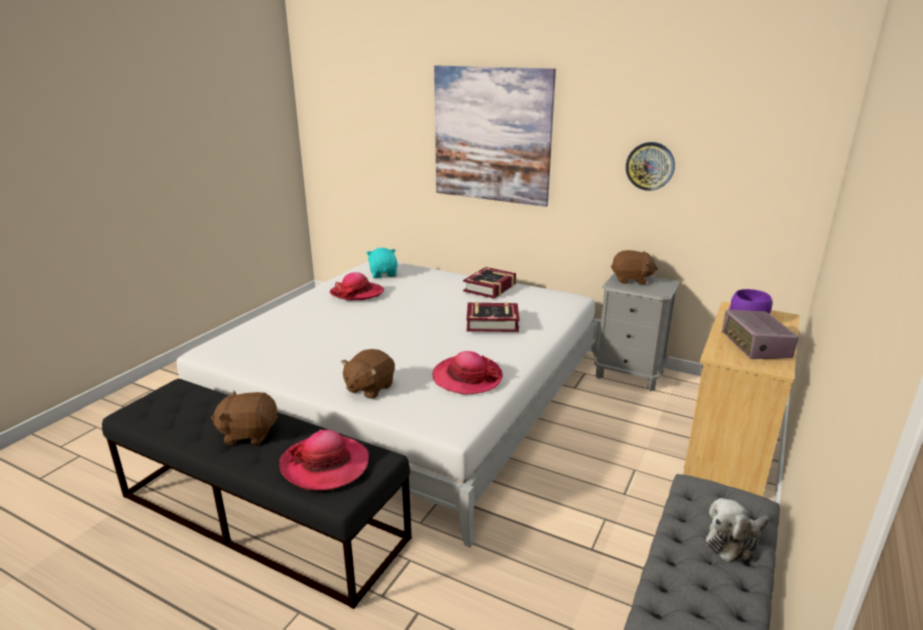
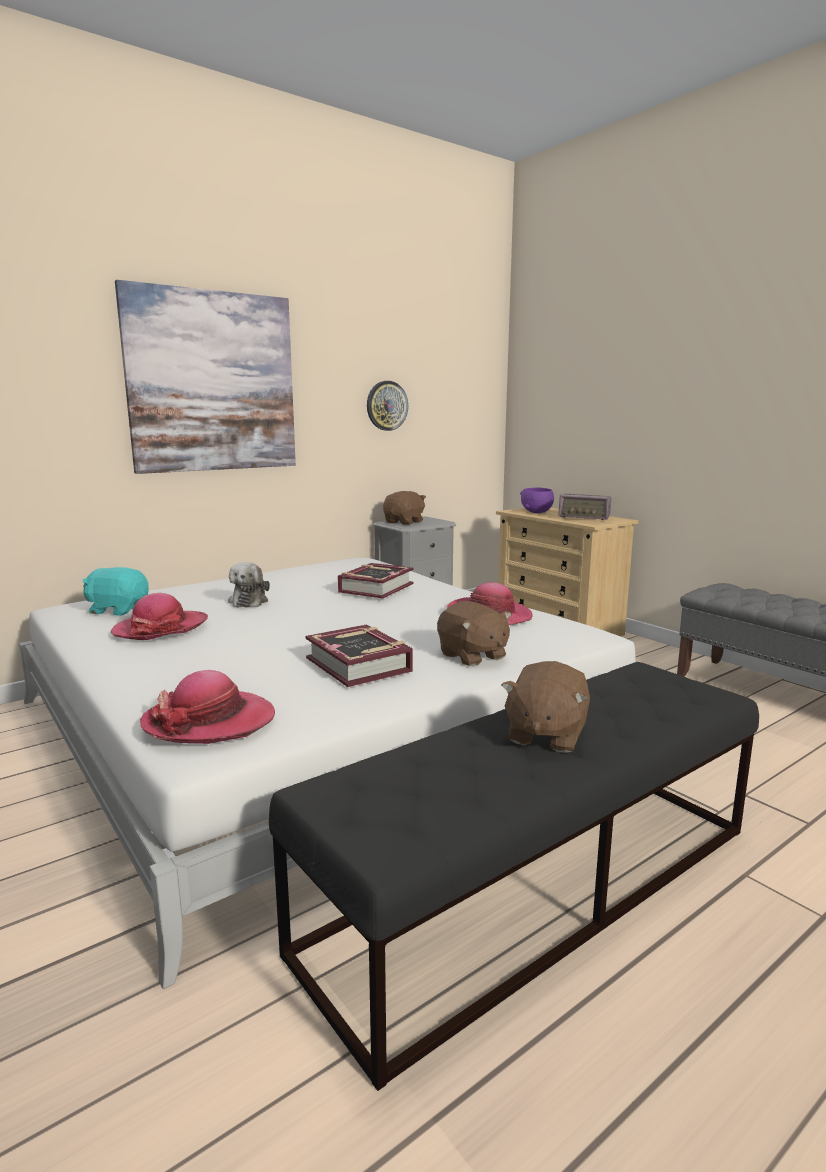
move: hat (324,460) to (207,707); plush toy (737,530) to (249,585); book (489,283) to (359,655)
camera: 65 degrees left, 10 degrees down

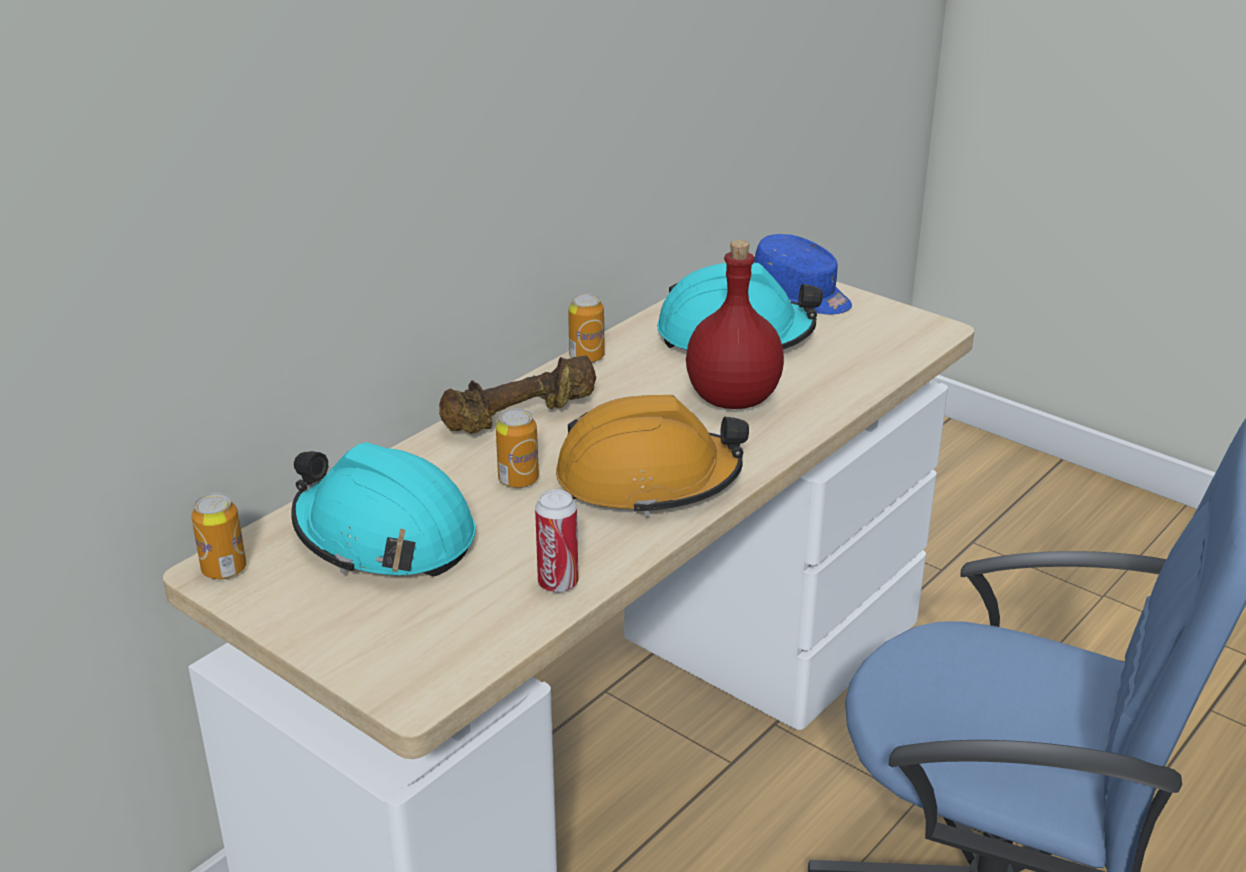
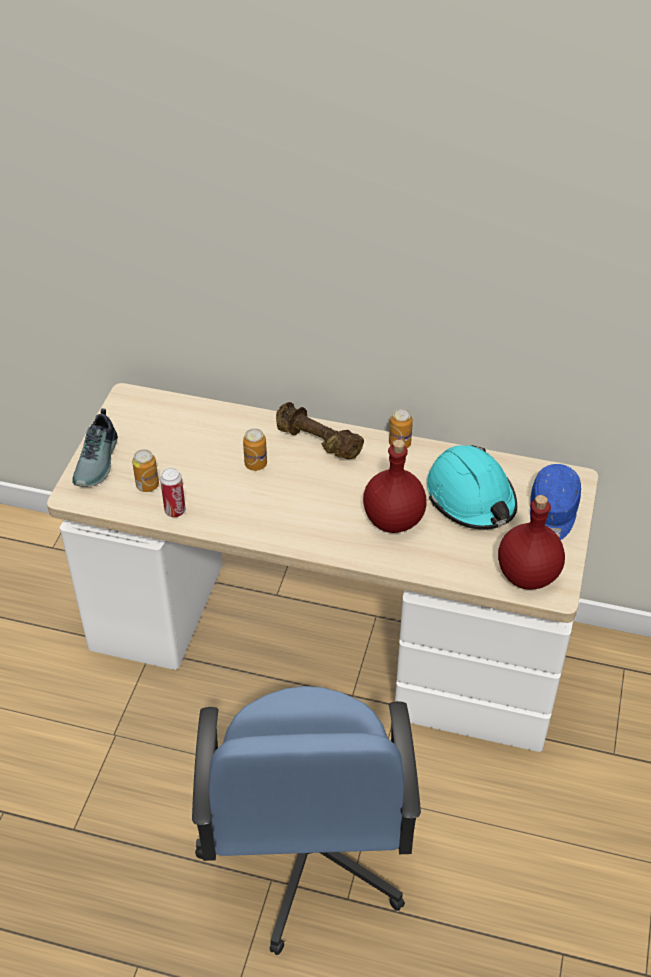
delete: hard hat (turquoise) (383,509); hard hat (orange) (652,456)
insert: shoe (95,447); bottle (red) (531,542)
move: can (218,536) to (145,470)
camera: 65 degrees right, 15 degrees up

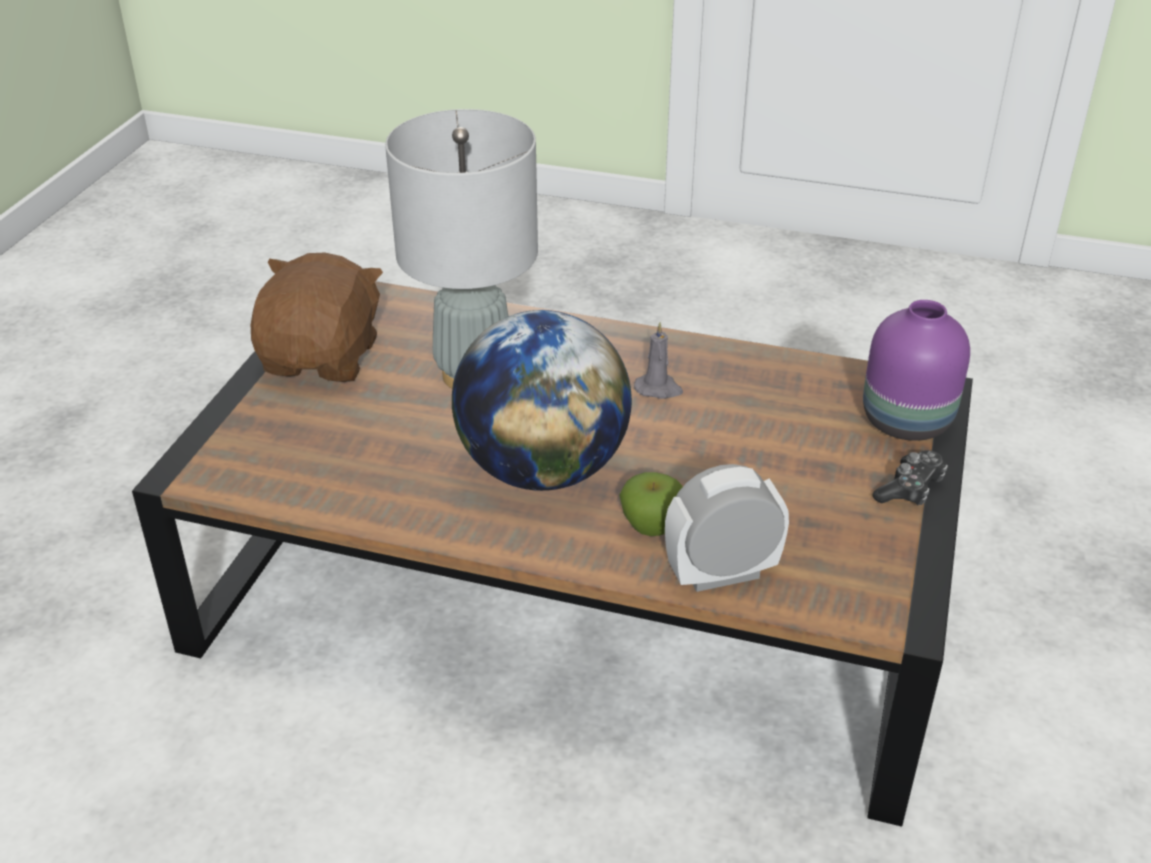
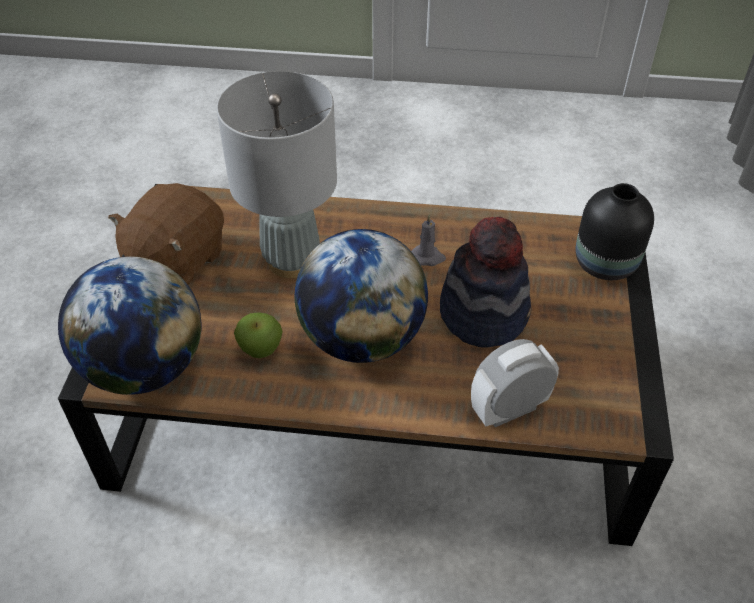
delete: game controller (910,477)
insert: globe (130,325); hat (485,282)
move: apple (651,504) to (258,335)
recolor: vase (purple) (916,370) to vase (black) (614,231)
rotate: plush toy (brown) (317,317) = (166,234) 150 degrees counterclockwise
camera: 10 degrees left, 10 degrees up

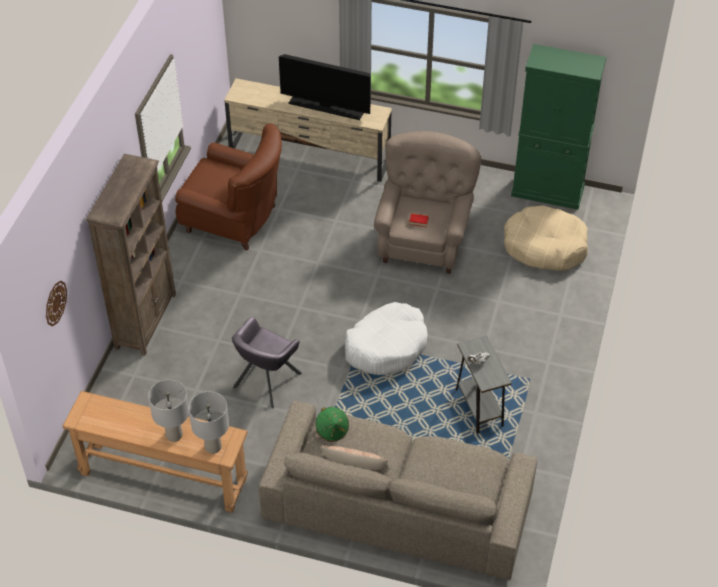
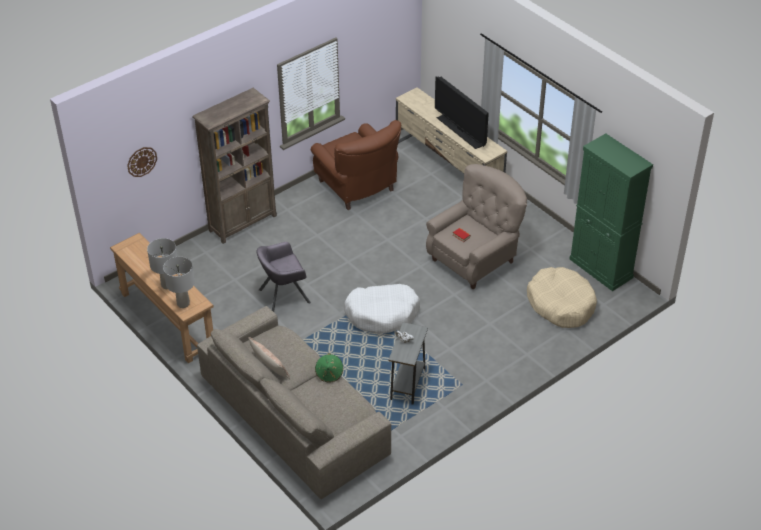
move: hat (green) (332,424) to (329,368)
camera: 35 degrees right, 5 degrees down

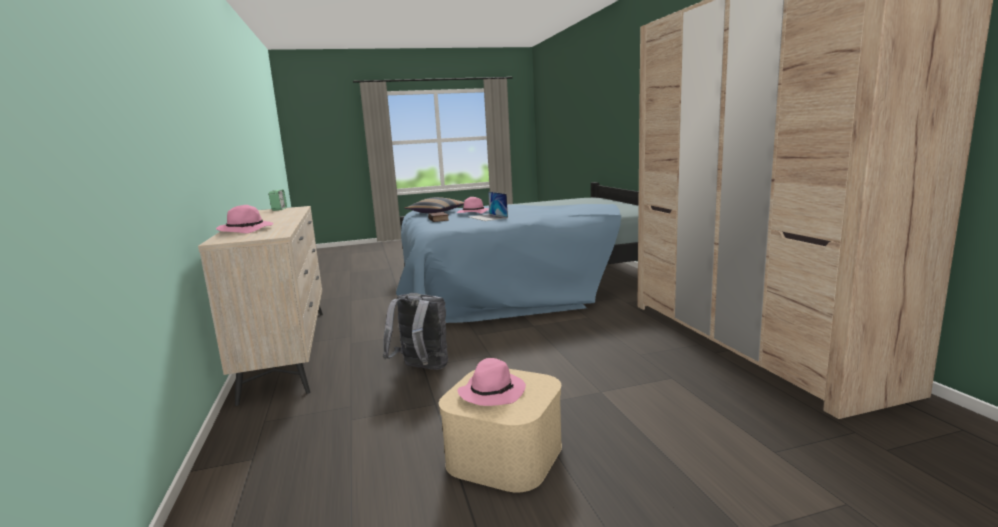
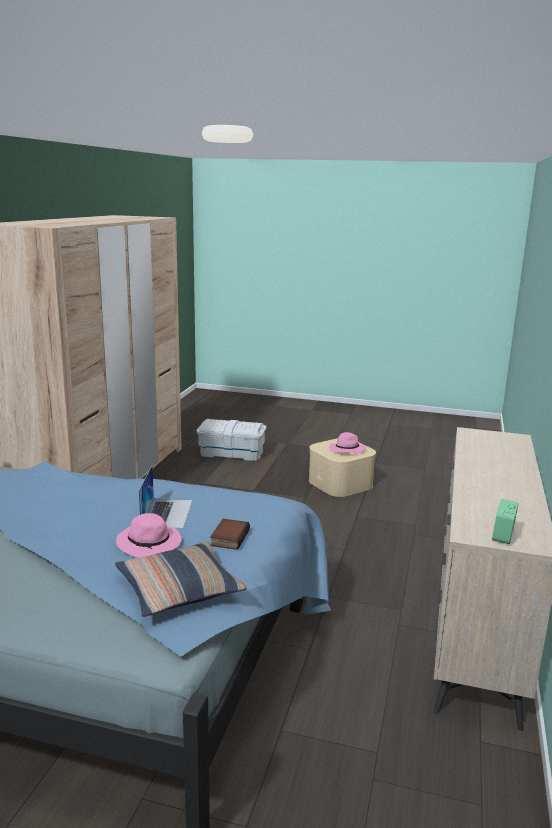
delete: hat (pink) (244,219); backpack (grey) (415,331)
insert: storage box (white) (231,440)
camera: 150 degrees left, 5 degrees up

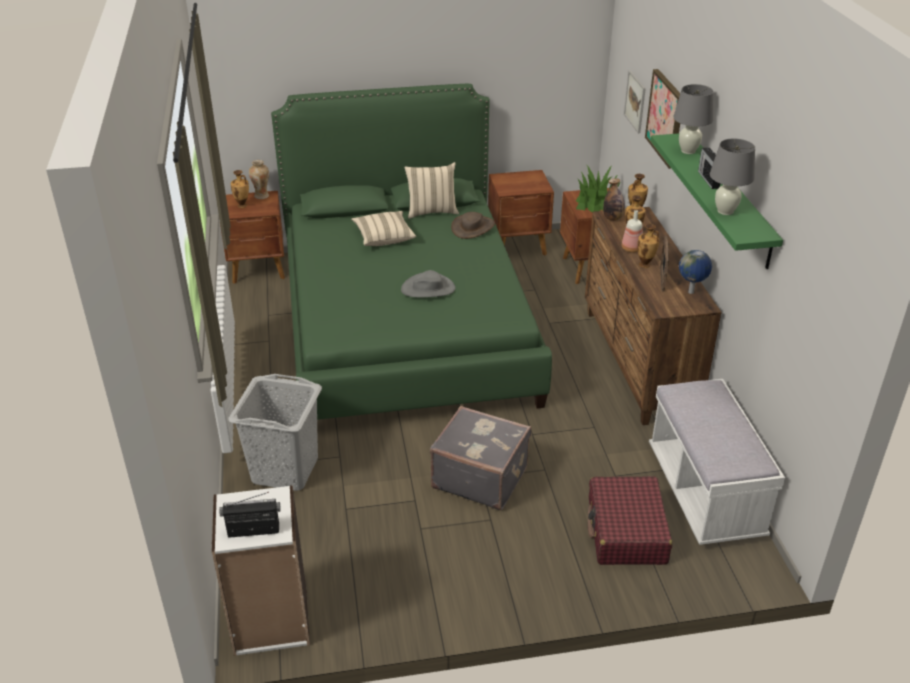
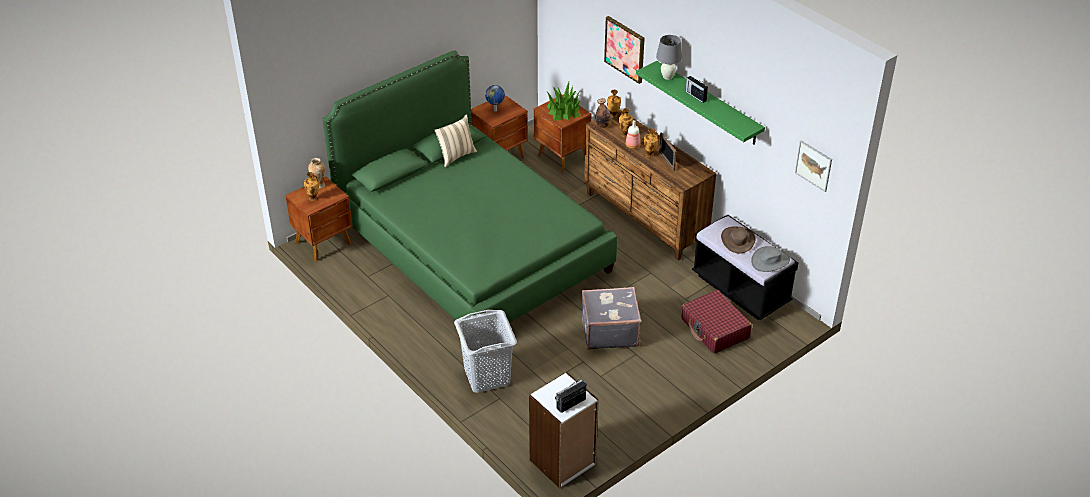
delete: pillow (beige) (383,228); table lamp (grey) (732,177)
move: globe (695,272) to (495,98); hat (brown) (473,225) to (738,240); hat (grey) (428,284) to (770,259); picture (635,102) to (813,166)
recolor: bench (white) (717,462) to bench (black) (745,267)
camera: 30 degrees left, 5 degrees up

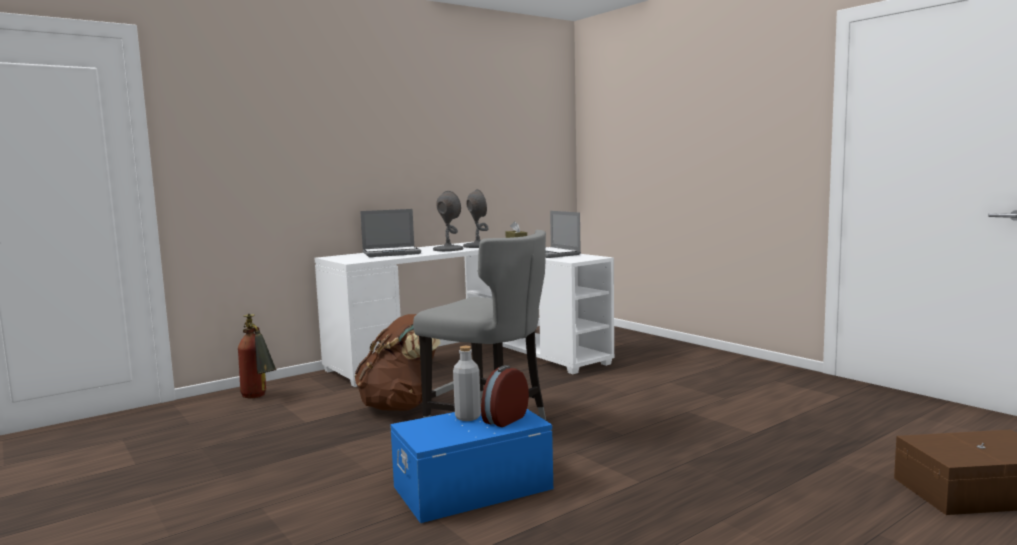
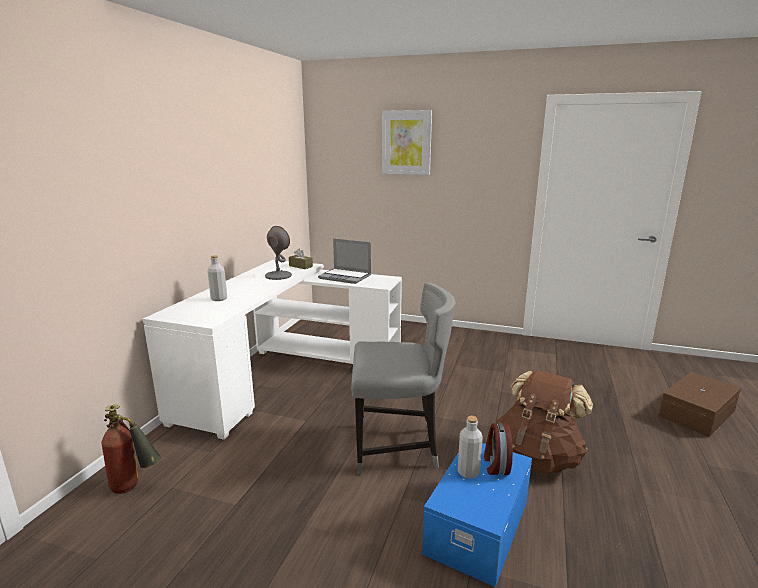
delete: table lamp (grey) (448,221)
insert: picture (407,142)
move: backpack (brown) (397,362) to (545,422)
replace: laptop (390,233) to bottle (grey) (217,278)
camera: 35 degrees left, 10 degrees up

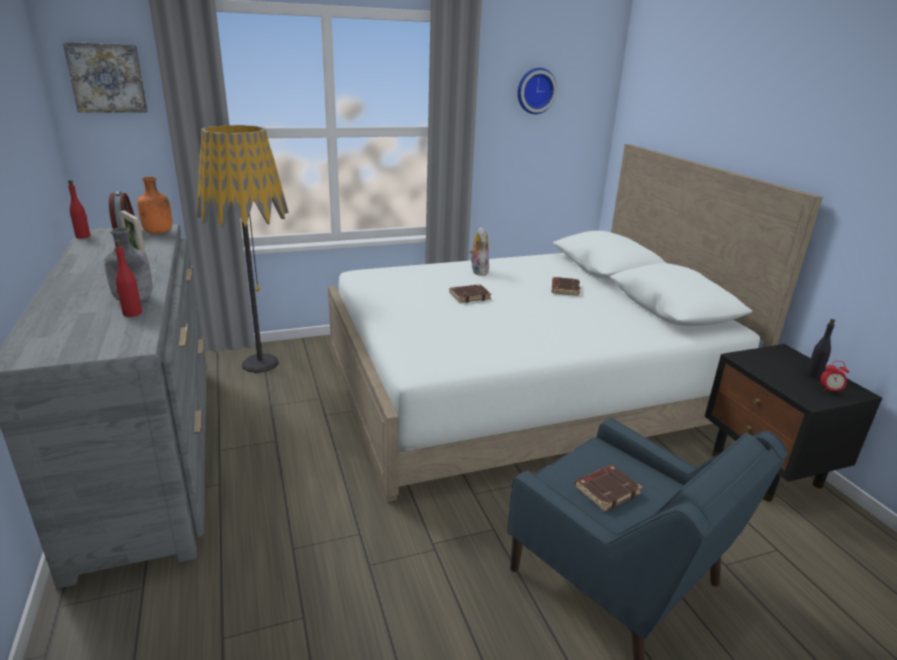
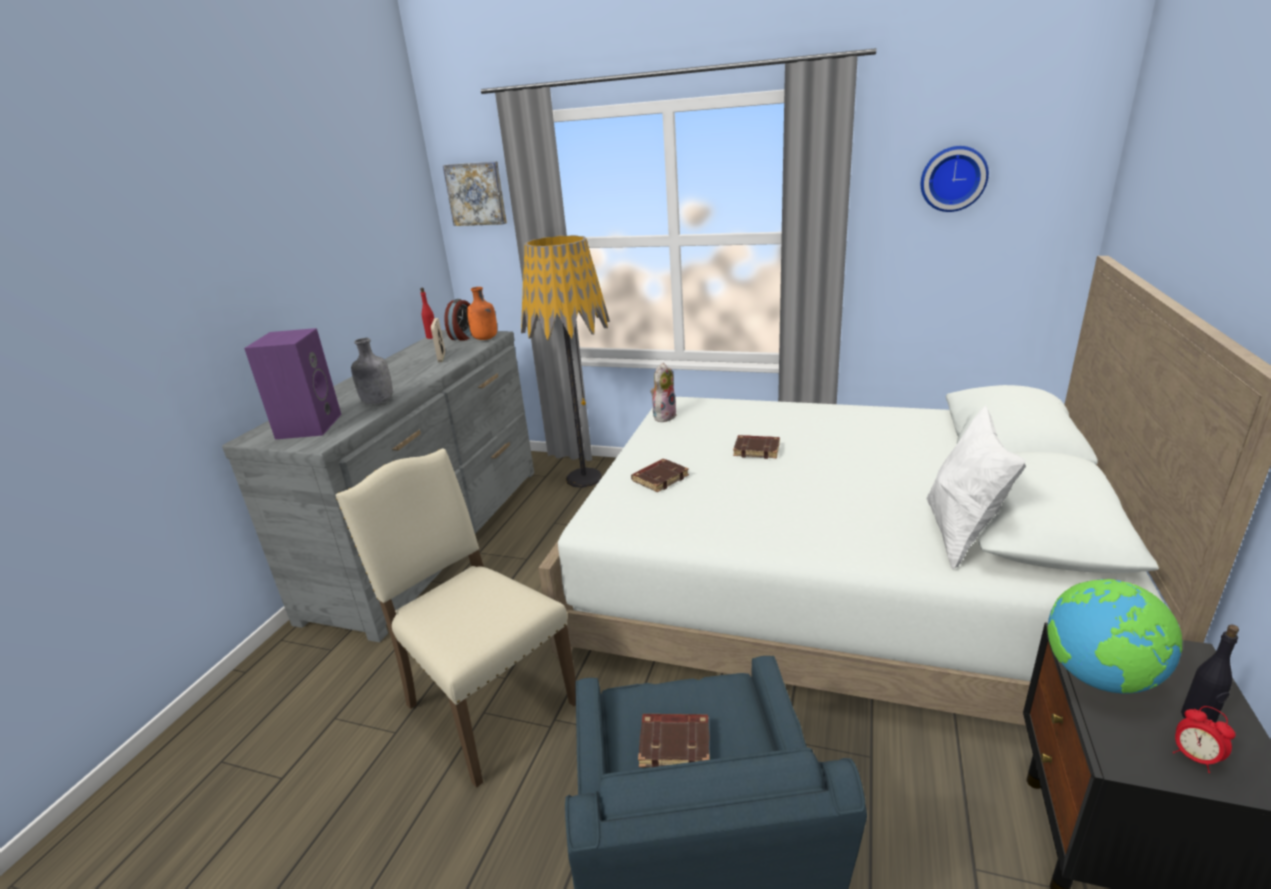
delete: bottle (red) (128,278)
insert: speaker (purple) (292,383); chair (beige) (455,618); pillow (white) (976,487); globe (1114,636)
move: book (brown) (566,286) to (660,475); plush toy (479,251) to (663,393)
camera: 40 degrees right, 0 degrees up

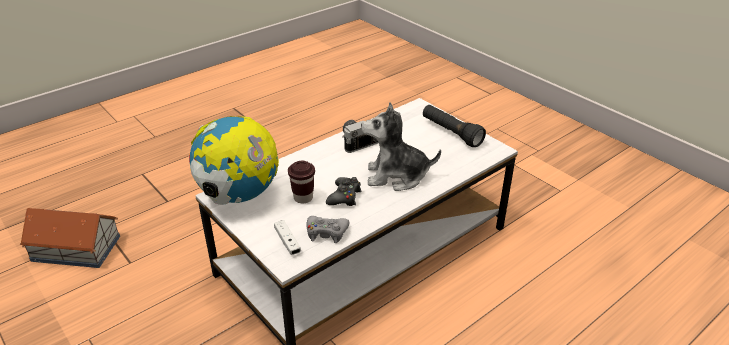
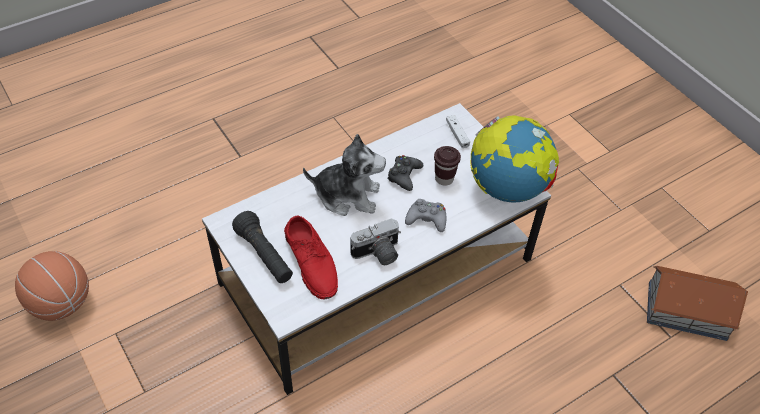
insert: basketball (52,286); shoe (red) (311,257)
move: game controller (grey) (327,229) to (425,215)
camera: 175 degrees left, 15 degrees up

